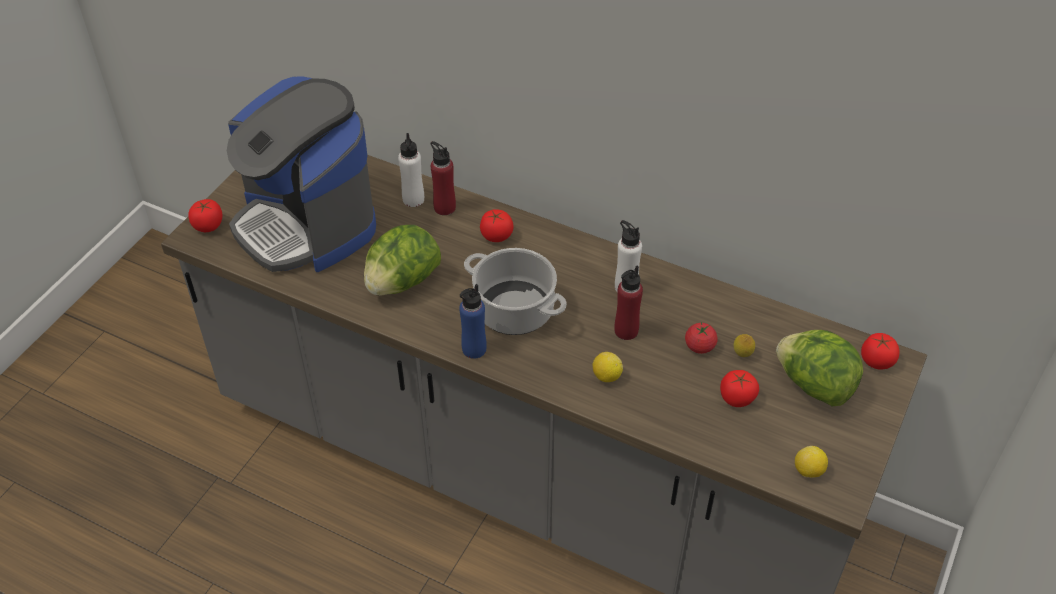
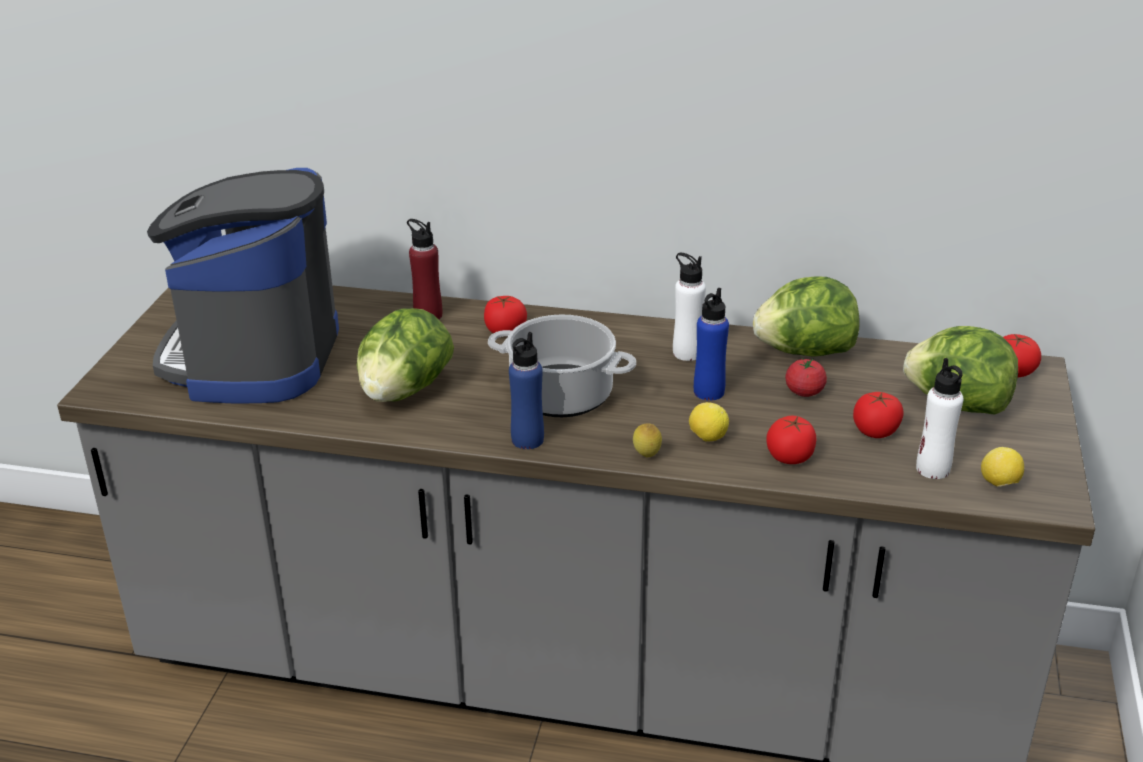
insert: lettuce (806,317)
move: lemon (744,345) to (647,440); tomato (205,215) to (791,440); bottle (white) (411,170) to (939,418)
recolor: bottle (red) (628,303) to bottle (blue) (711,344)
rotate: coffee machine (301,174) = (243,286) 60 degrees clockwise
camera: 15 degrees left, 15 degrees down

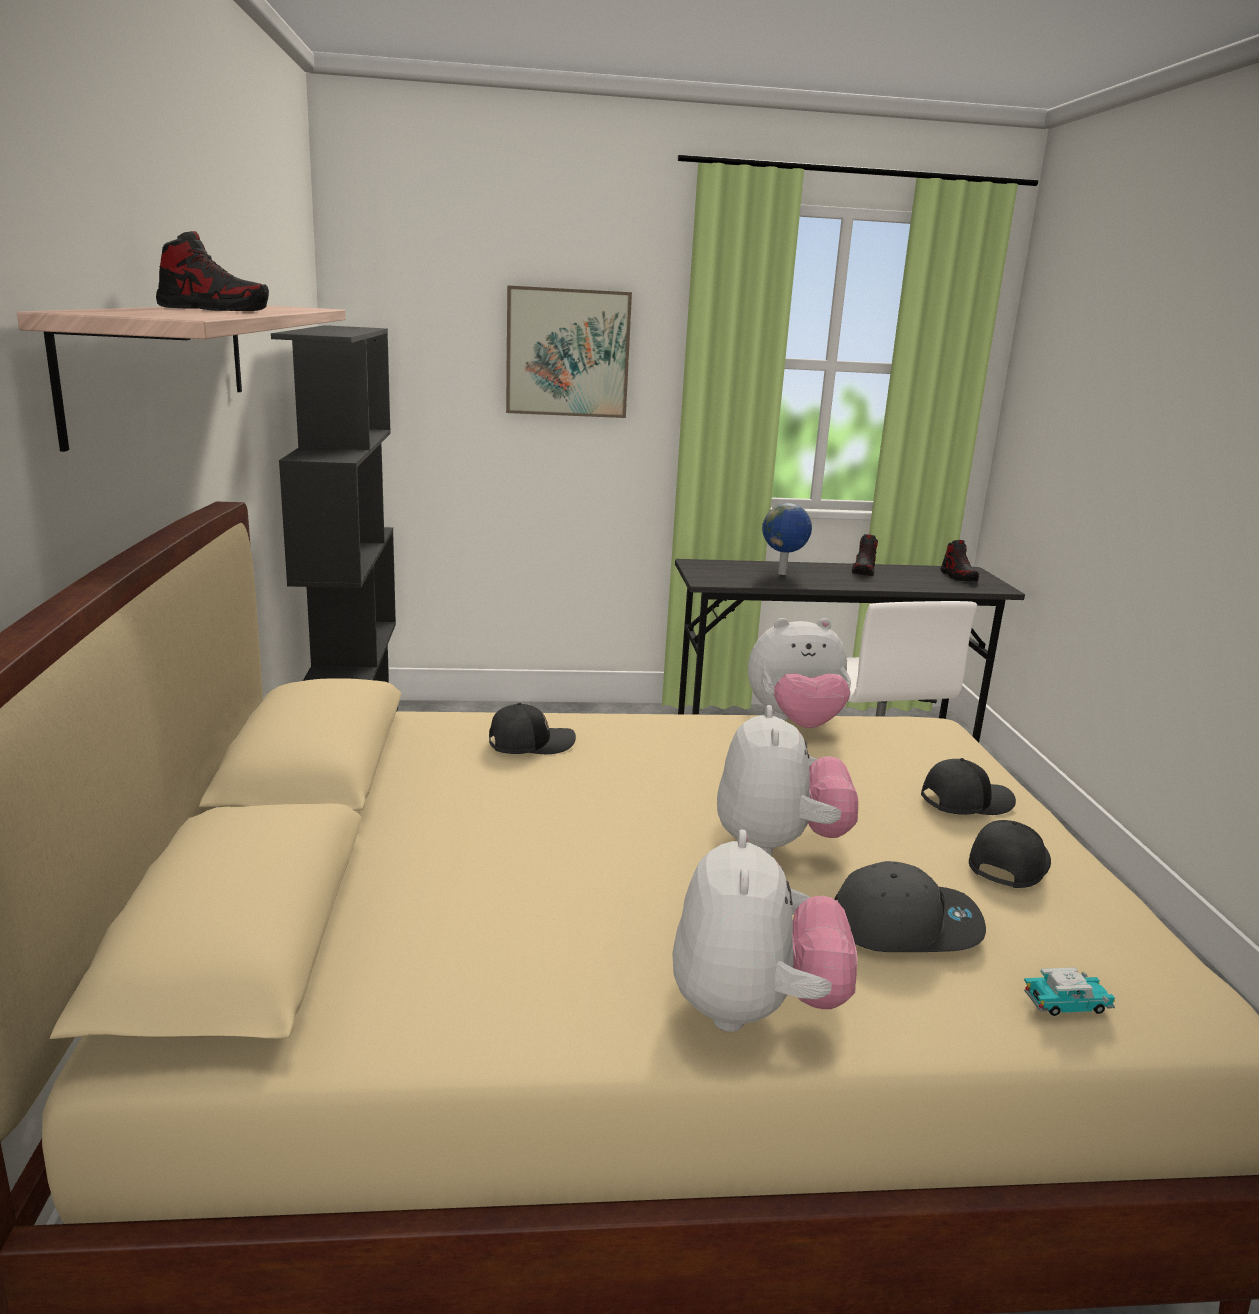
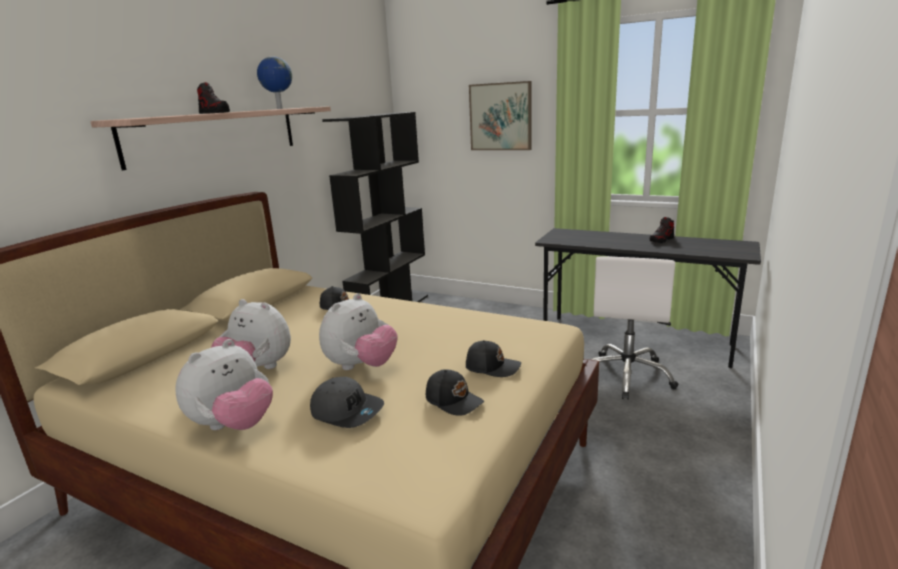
delete: shoe (960,561); toy car (1069,991)
move: plush toy (799,673) to (251,334); globe (787,539) to (274,82)
rotate: cap (black) (1010,854) = (455,392) 60 degrees clockwise
camera: 35 degrees right, 0 degrees up

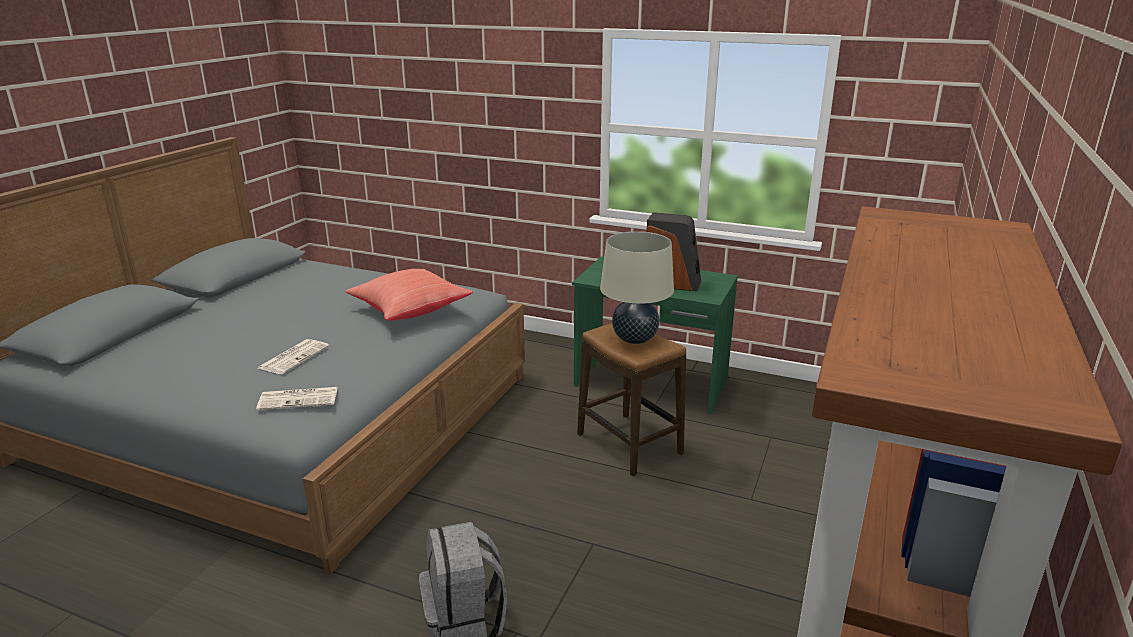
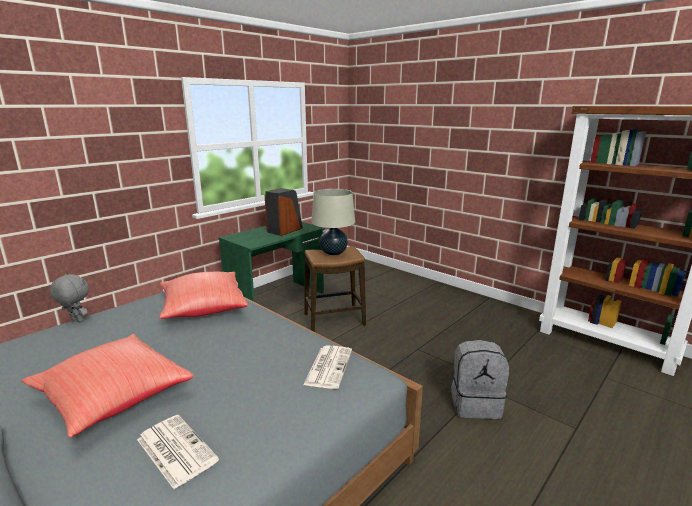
insert: pillow (red) (108,386); plush toy (grey) (69,298)
move: newspaper (293,356) to (178,452)
camera: 70 degrees left, 5 degrees down

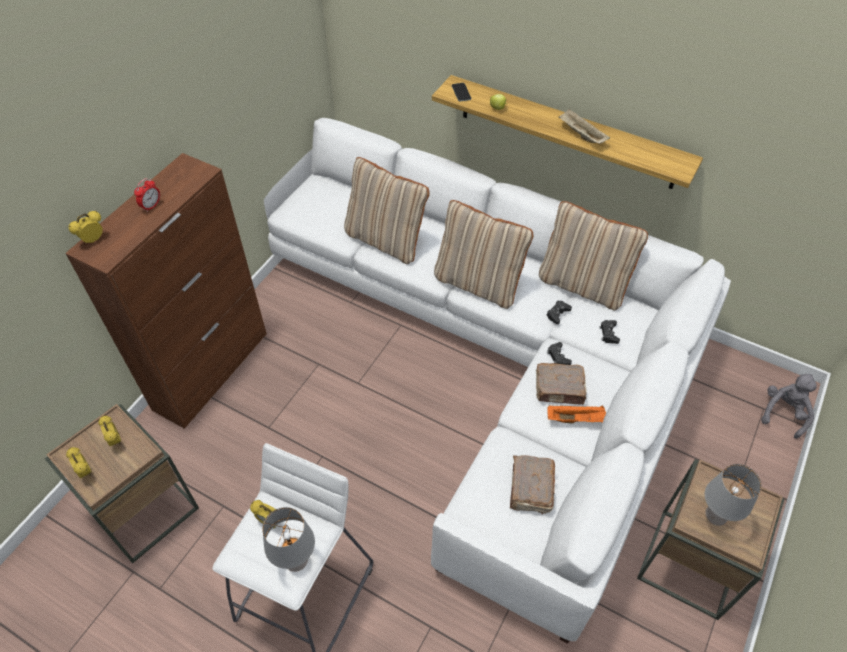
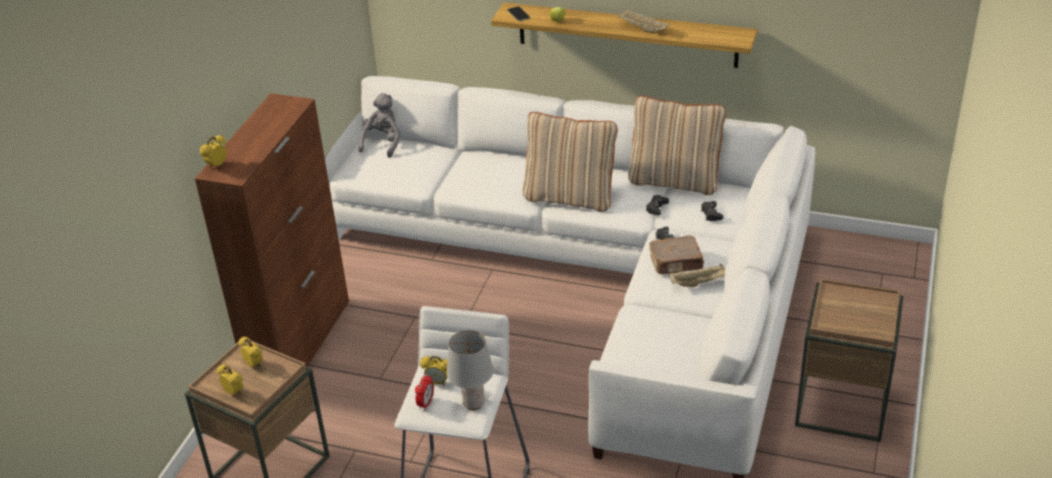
delete: pillow (beige) (387,210); book (brown) (532,484); table lamp (grey) (733,495)
move: plush toy (grey) (789,406) to (379,125); alarm clock (147,195) to (424,392)
recolor: tray (orange) (576,414) to tray (beige) (697,275)
camera: 10 degrees left, 15 degrees down

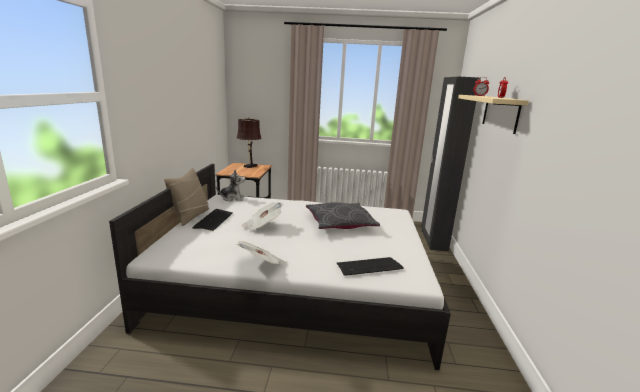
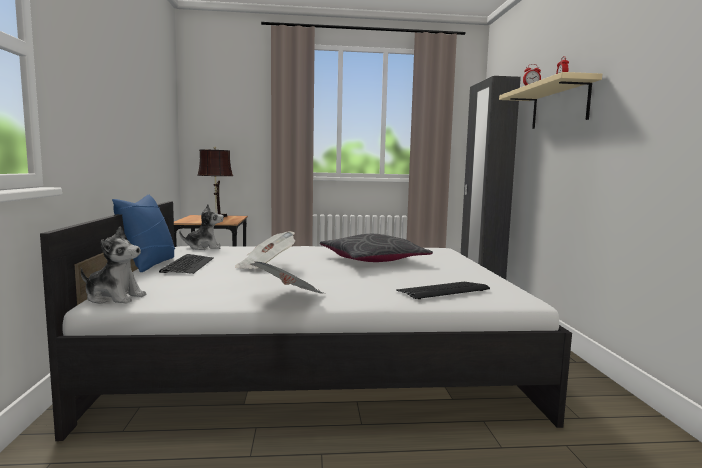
insert: plush toy (113,265)
recolor: pillow (beige) (186,197) to pillow (blue) (143,233)
camera: 10 degrees left, 10 degrees down

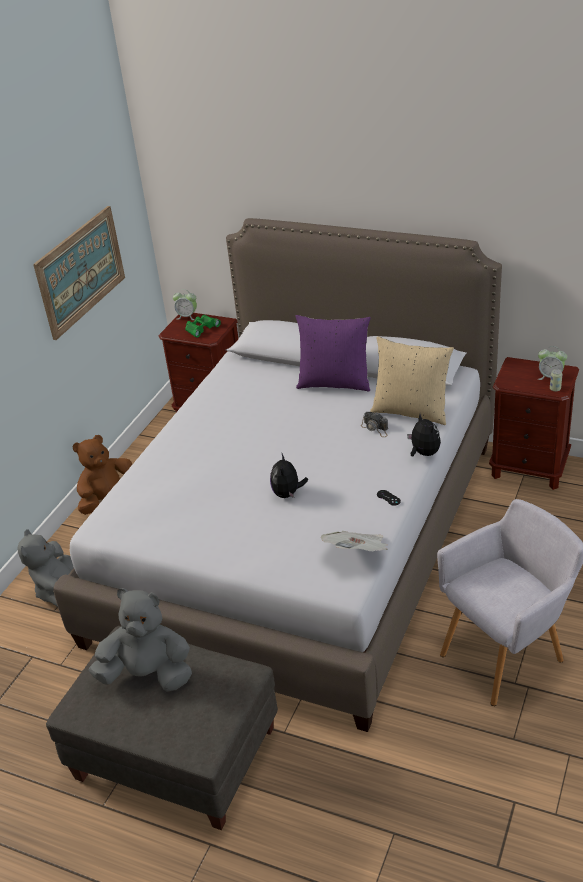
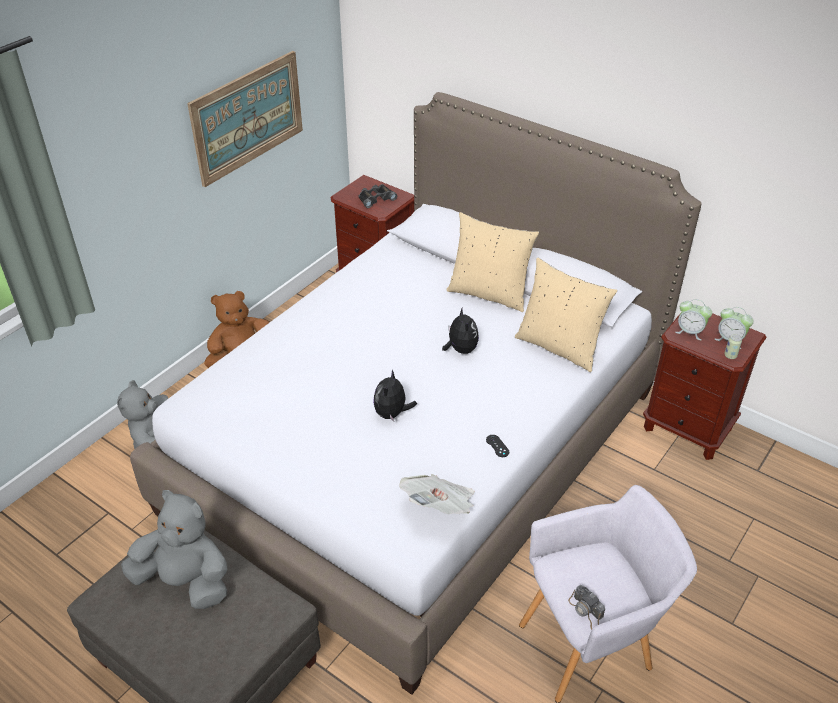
move: plush toy (424,435) to (460,330); photo camera (374,424) to (586,607); alarm clock (185,304) to (693,319)
recolor: binoculars (green) (203,326) to binoculars (black) (377,196); pillow (purple) (333,353) to pillow (beige) (492,262)
camera: 10 degrees right, 5 degrees up

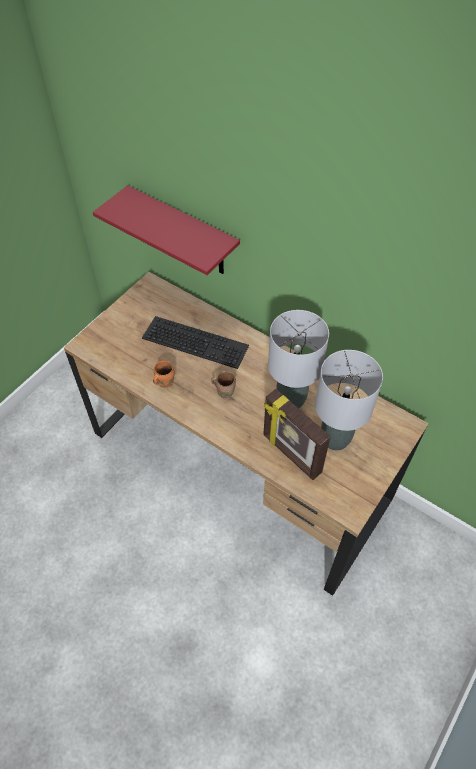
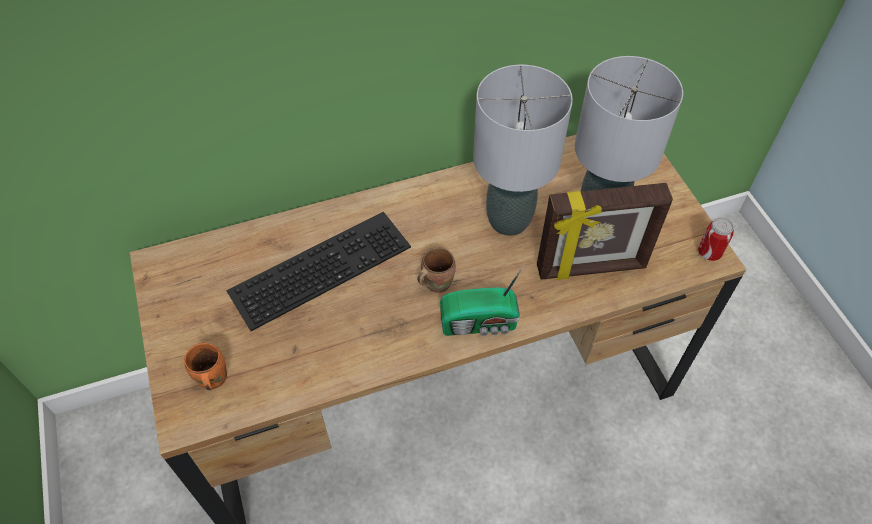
delete: shelf (red) (166,230)
insert: radio (482,300); can (716,239)
move: mug (orange) (164,374) to (205,366)
camera: 55 degrees left, 0 degrees up

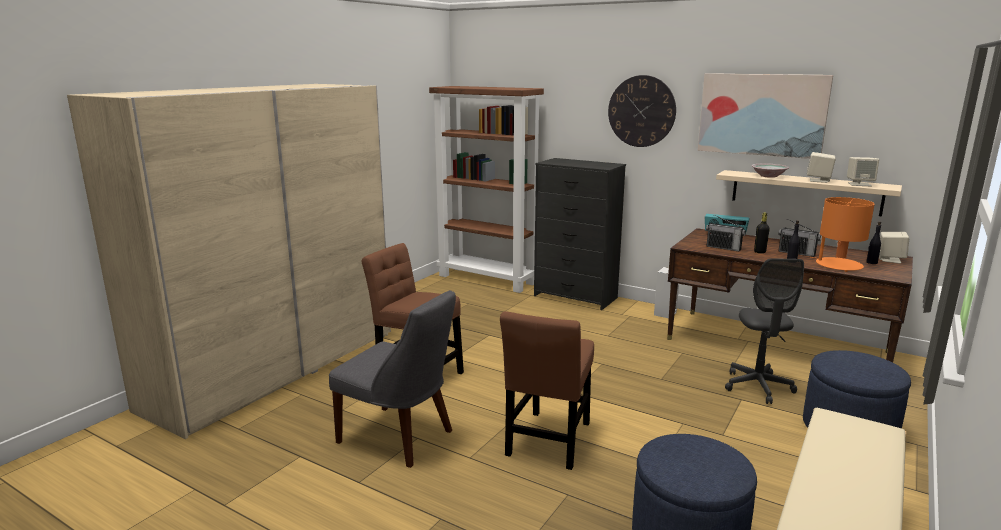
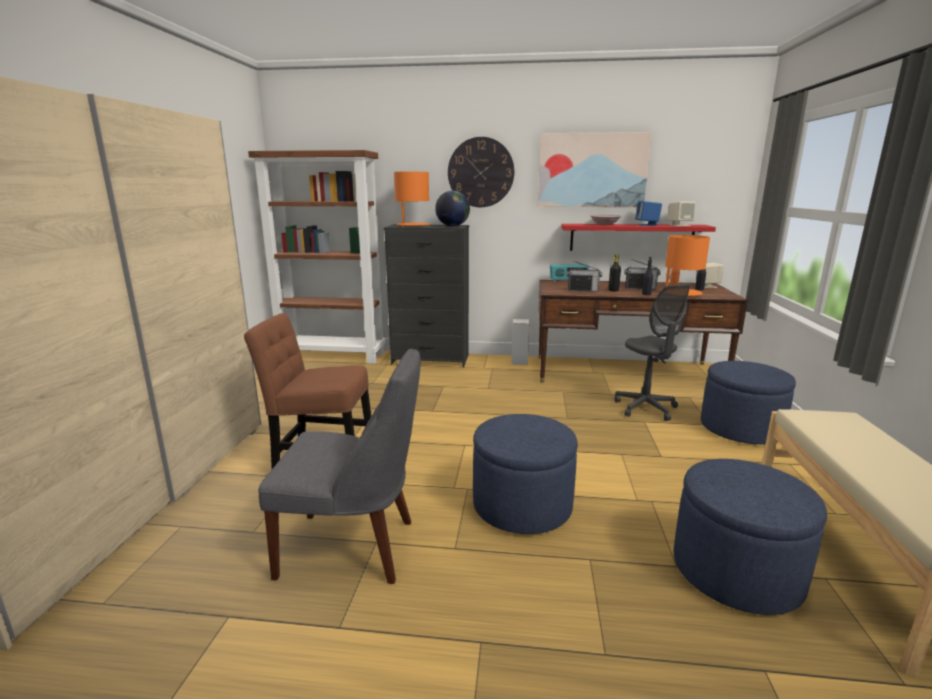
insert: table lamp (orange) (411,199); globe (452,208)
replace: chair (brown) (547,390) to ottoman (blue) (525,474)
recolor: shelf (beige) (809,193) to shelf (red) (638,237); speaker (beige) (821,167) to speaker (blue) (648,213)
camera: 25 degrees left, 0 degrees up

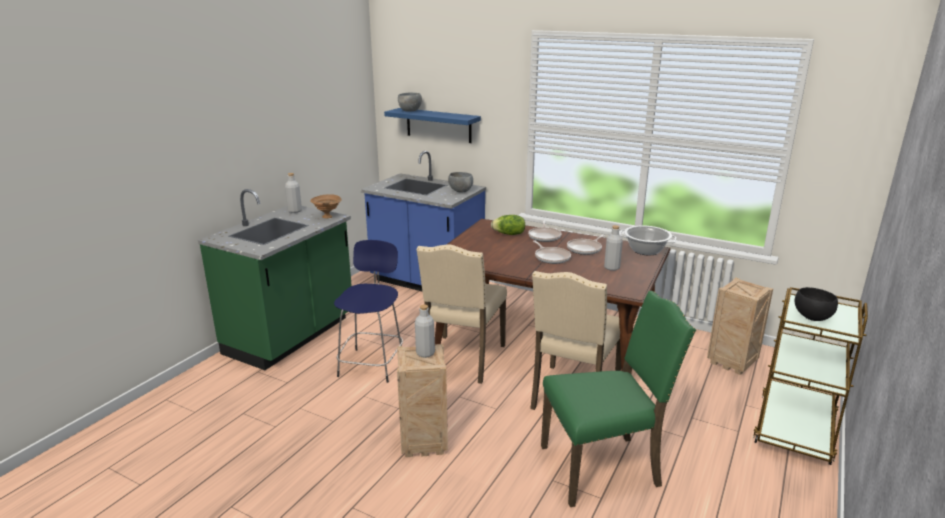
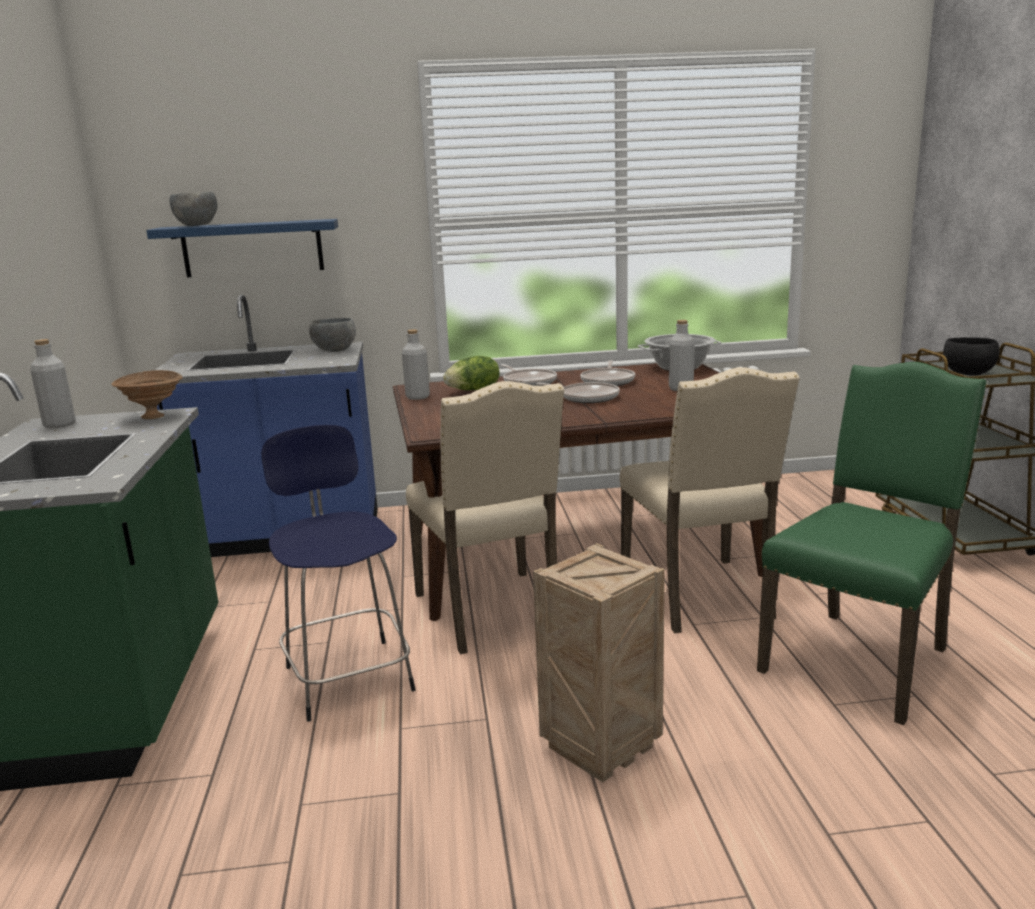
delete: crate (740,326)
move: bottle (grey) (425,331) to (416,364)
camera: 35 degrees left, 5 degrees down

